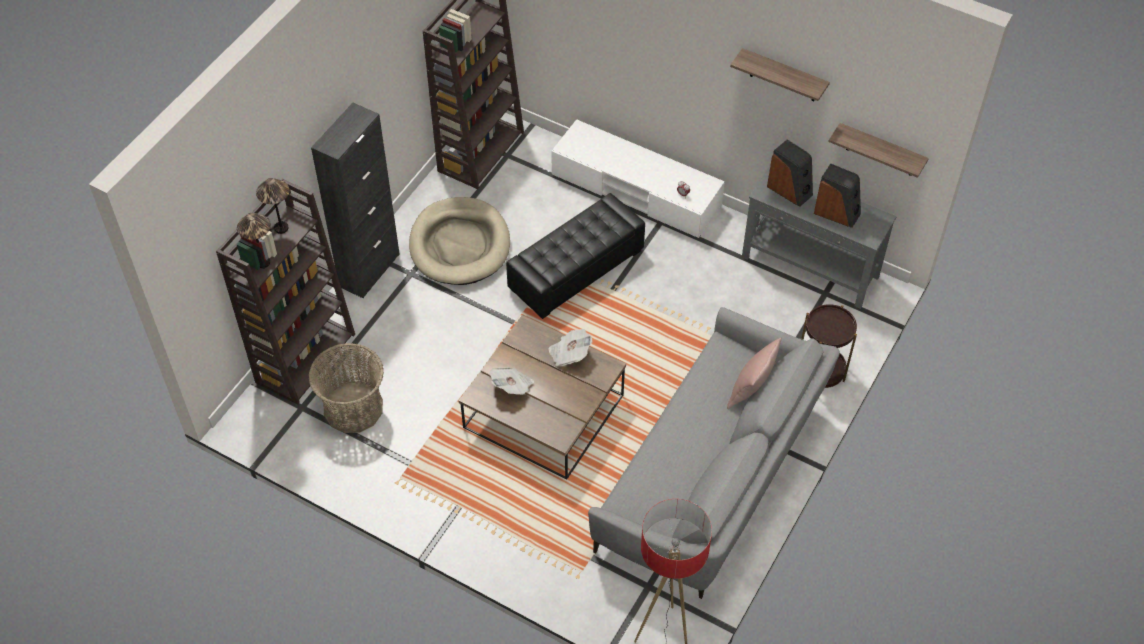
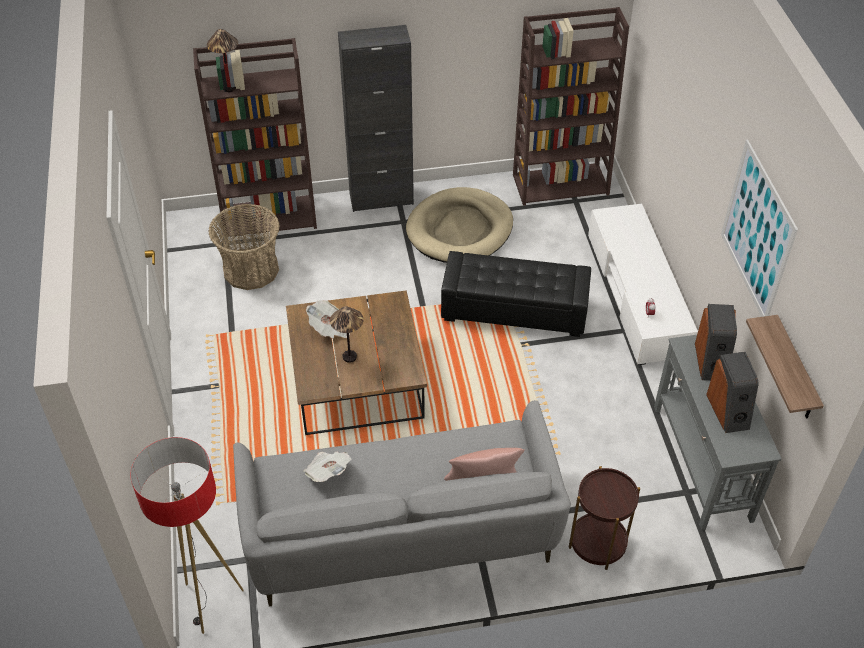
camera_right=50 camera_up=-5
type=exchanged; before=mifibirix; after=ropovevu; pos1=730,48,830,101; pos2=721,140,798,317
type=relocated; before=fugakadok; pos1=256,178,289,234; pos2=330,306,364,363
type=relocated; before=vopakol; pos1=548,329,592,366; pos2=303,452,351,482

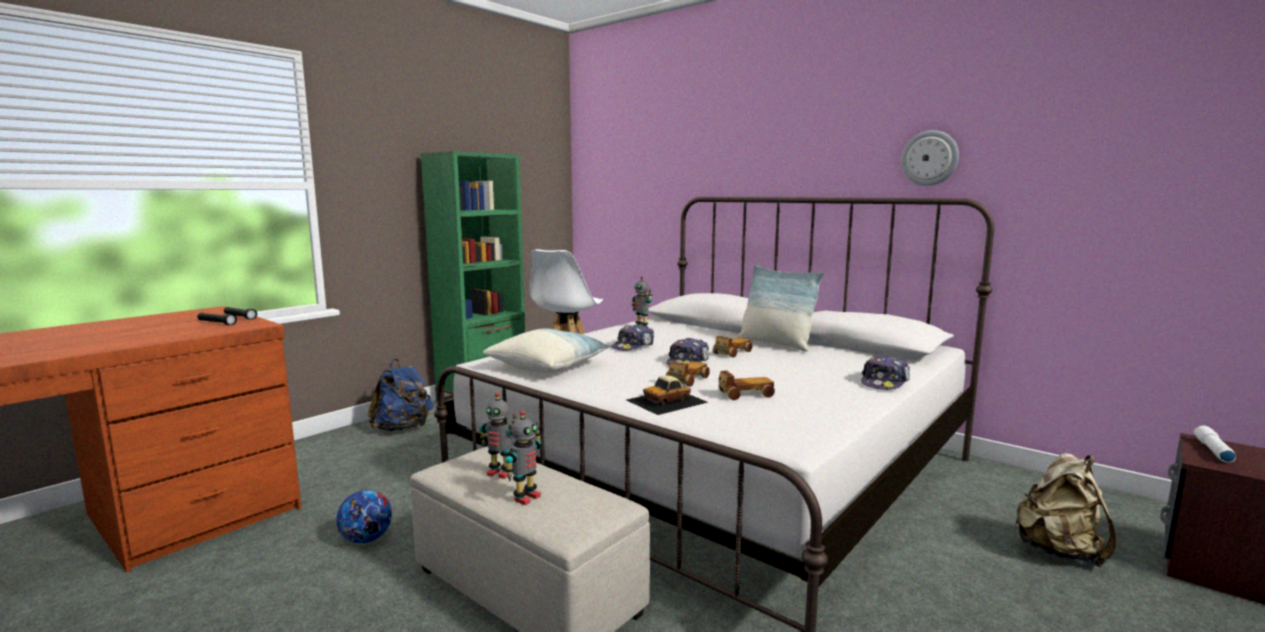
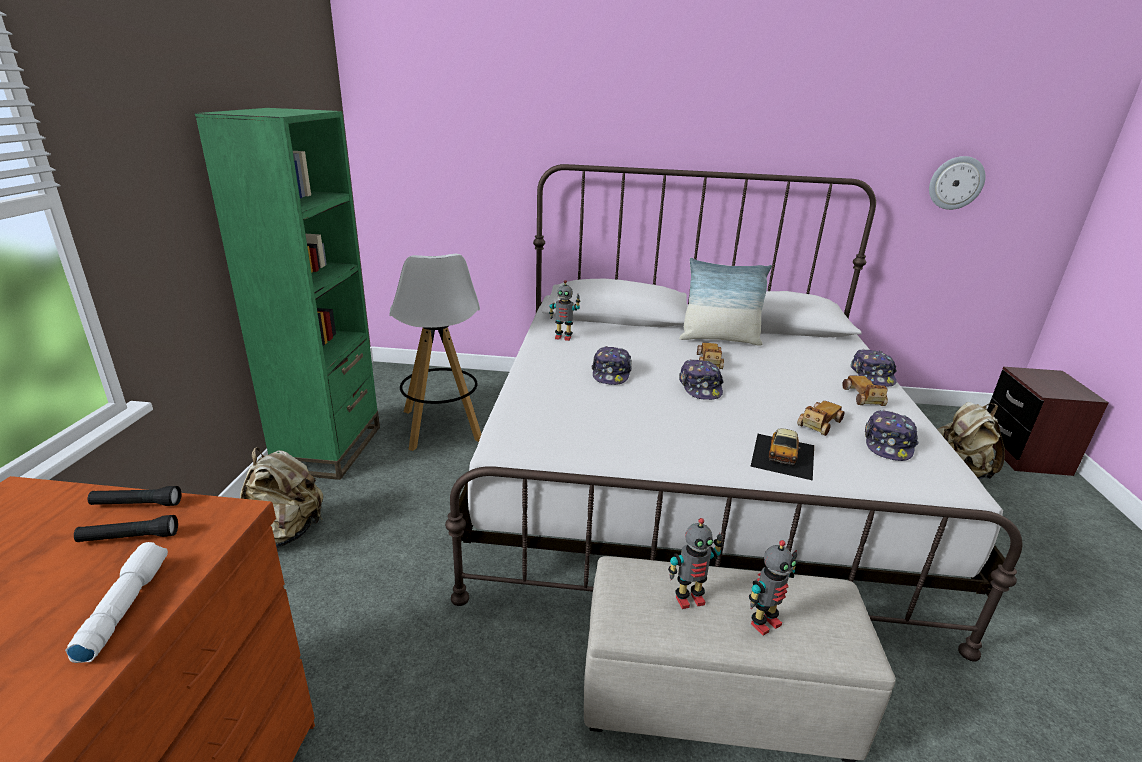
camera_right=-35 camera_up=15
type=relocated; before=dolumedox; pos1=901,130,959,186; pos2=929,156,986,210
type=missing; before=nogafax; pos1=483,328,611,373
type=colour; before=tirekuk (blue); after=tirekuk (beige); pos1=367,359,434,432; pos2=240,447,323,547
type=relocated; before=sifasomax; pos1=666,361,710,387; pos2=843,376,888,406
type=spun; before=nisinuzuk; pos1=505,410,541,505; pos2=749,540,798,635; turn=60
type=relocated; before=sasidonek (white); pos1=1194,425,1236,463; pos2=65,542,168,663
type=missing; before=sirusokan; pos1=336,490,392,543
type=appeared; after=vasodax; pos2=865,410,919,461

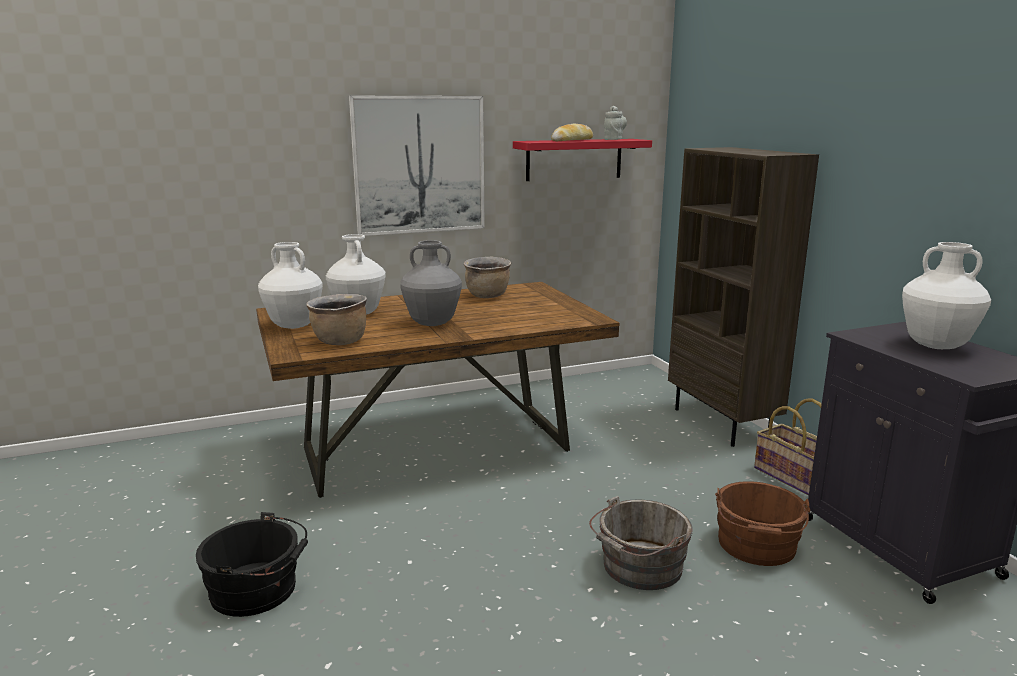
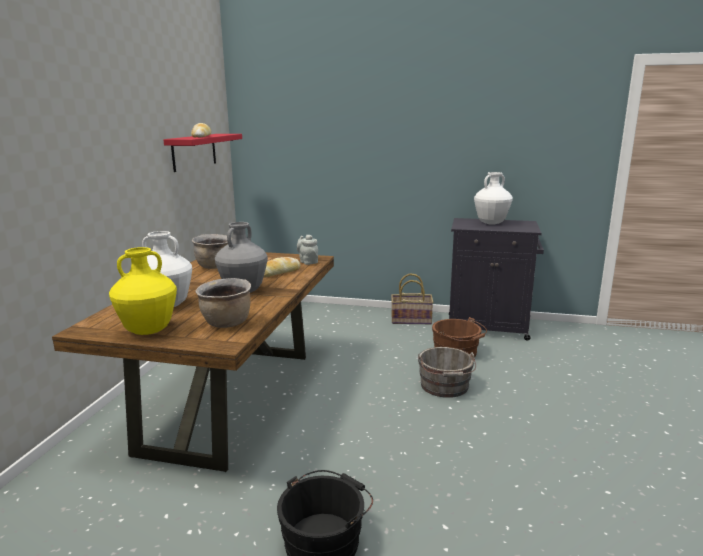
camera_right=-55 camera_up=0
type=missing; before=ropovevu; pos1=349,96,485,236
type=relocated; before=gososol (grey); pos1=604,106,627,140; pos2=297,235,318,265
type=missing; before=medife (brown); pos1=668,147,819,447
type=colour; before=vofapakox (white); after=vofapakox (yellow); pos1=258,242,323,329; pos2=109,247,177,335
type=appeared; after=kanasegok; pos2=263,257,301,278

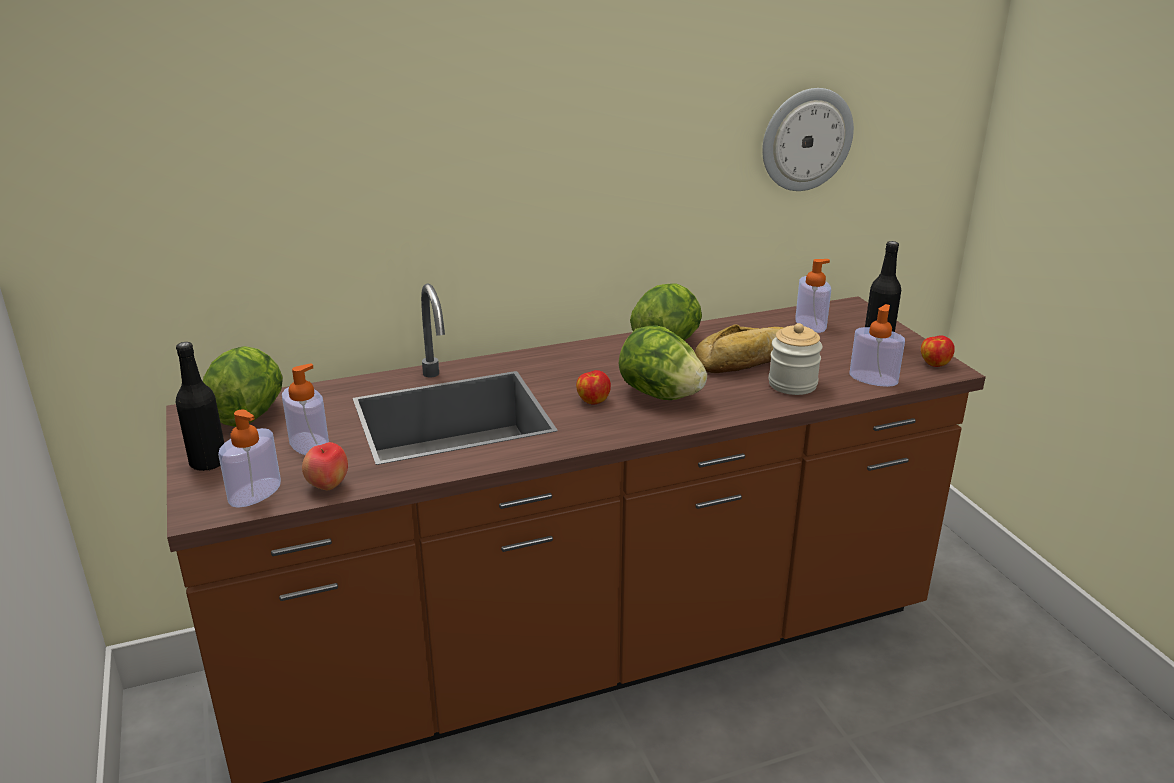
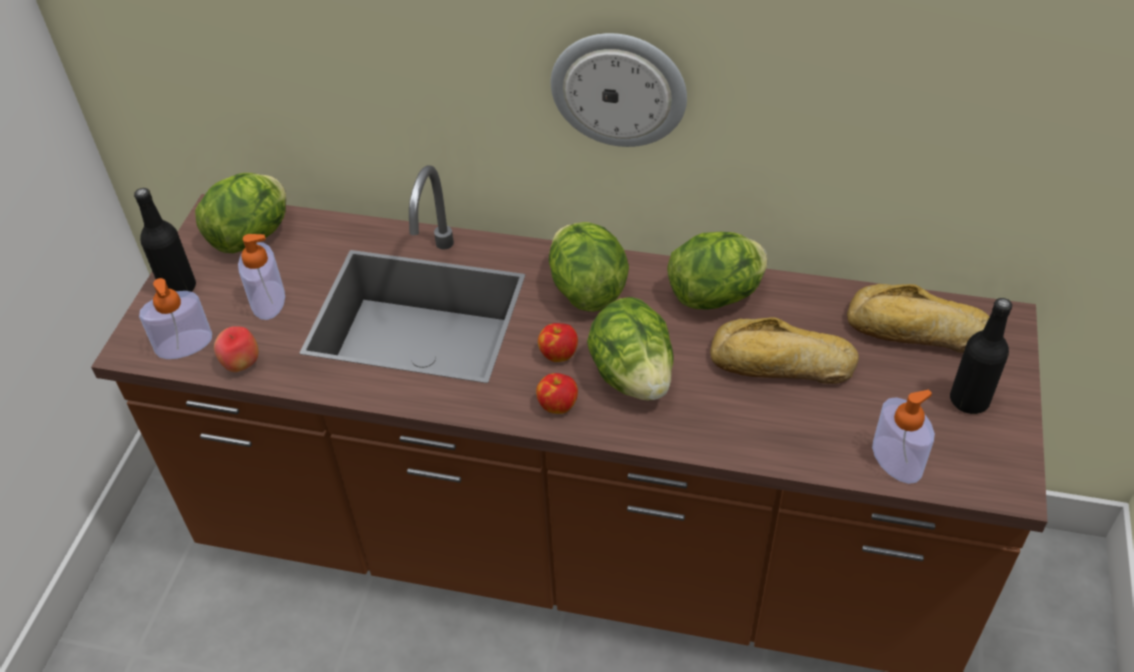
camera_right=35 camera_up=20
type=relocated; before=dolumedox; pos1=762,88,854,191; pos2=551,33,687,147
type=exchanged; before=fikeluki; after=kanasegok; pos1=795,259,831,333; pos2=847,284,990,353
type=missing; before=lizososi; pos1=768,323,822,395
type=relocated; before=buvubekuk; pos1=921,336,955,367; pos2=536,373,578,414
type=appeared; after=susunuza; pos2=549,222,629,312

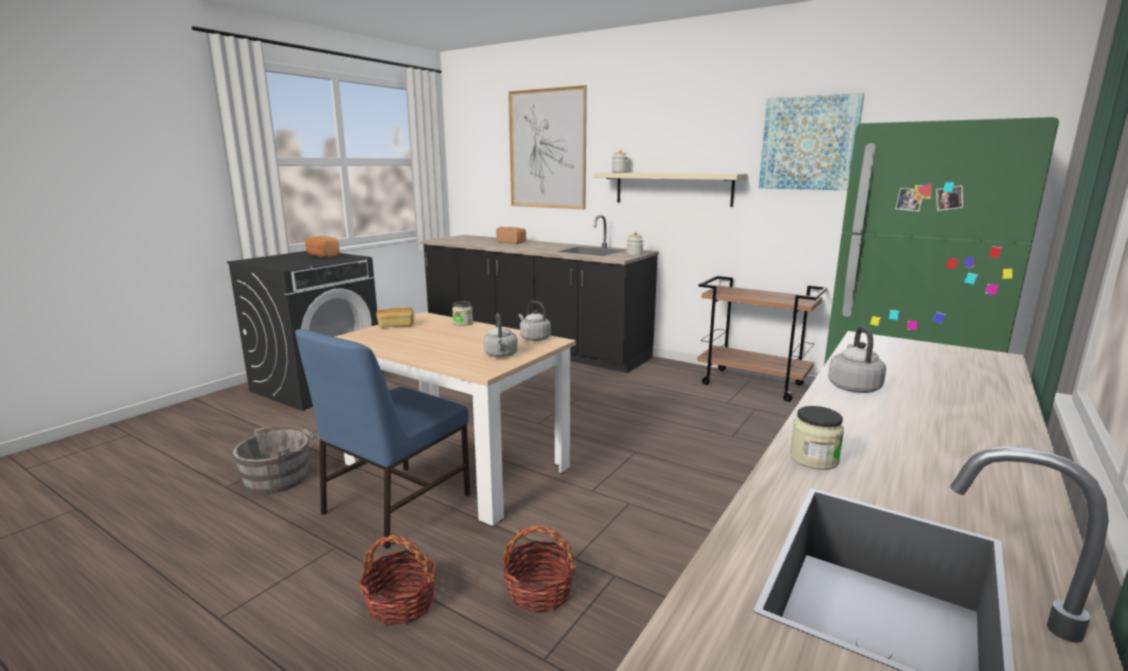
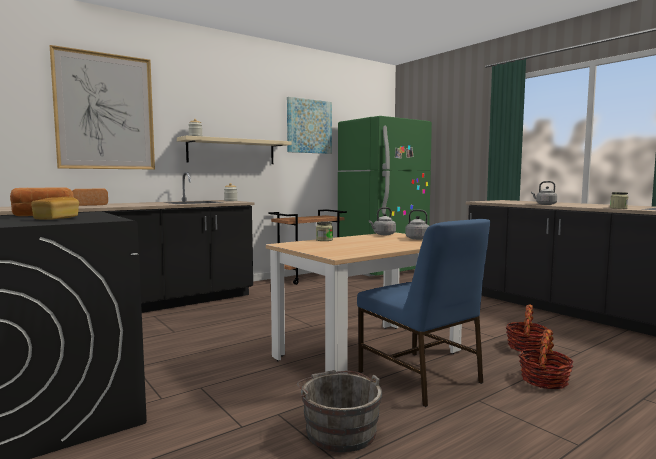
camera_right=-70 camera_up=-10
type=relocated; before=kanasegok; pos1=376,307,414,328; pos2=31,197,79,220

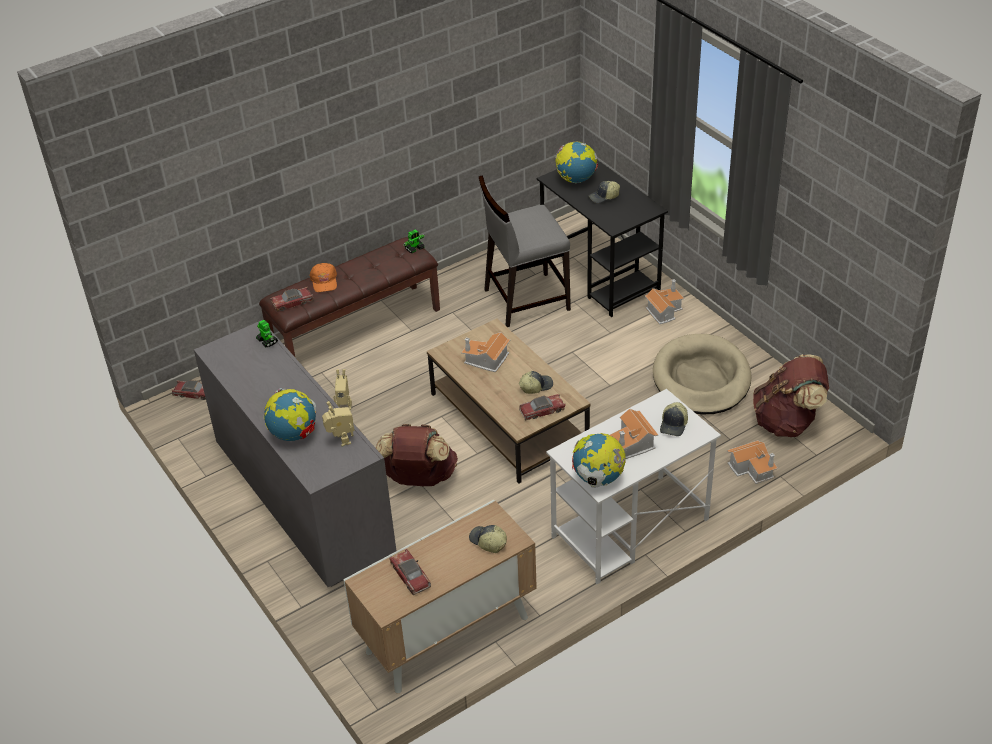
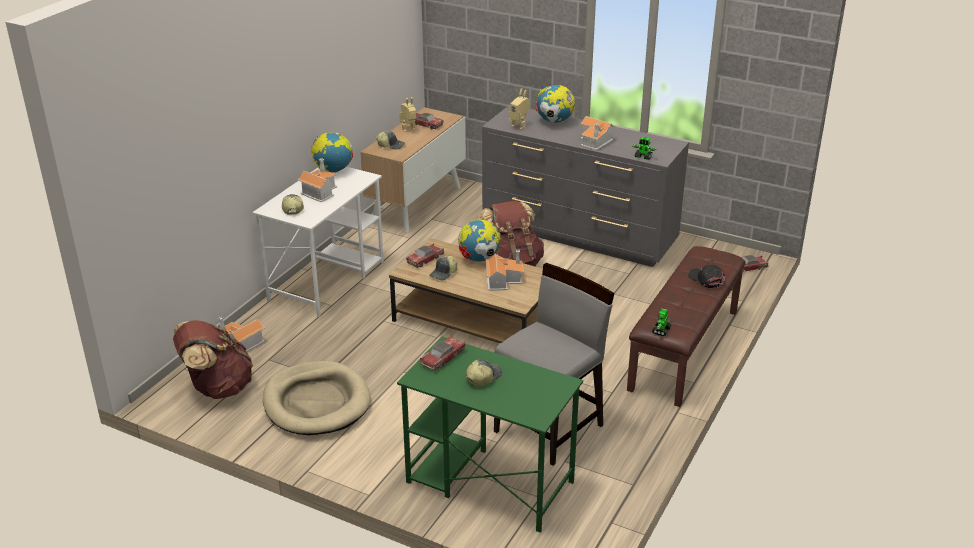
camera_right=150 camera_up=-10
type=relocated; before=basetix; pos1=555,142,598,183; pos2=458,220,501,262
type=colour; before=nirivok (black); after=nirivok (green); pos1=537,160,668,317; pos2=397,336,583,533
type=colour; before=vasodax (orange); after=vasodax (black); pos1=309,263,337,292; pos2=688,265,725,288
type=relocated; before=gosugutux; pos1=645,279,684,324; pos2=581,116,616,150
type=relocated; before=sifasomax; pos1=270,287,314,311; pos2=420,336,465,371
type=relocated; before=nisinuzuk; pos1=333,369,352,410; pos2=400,97,416,132

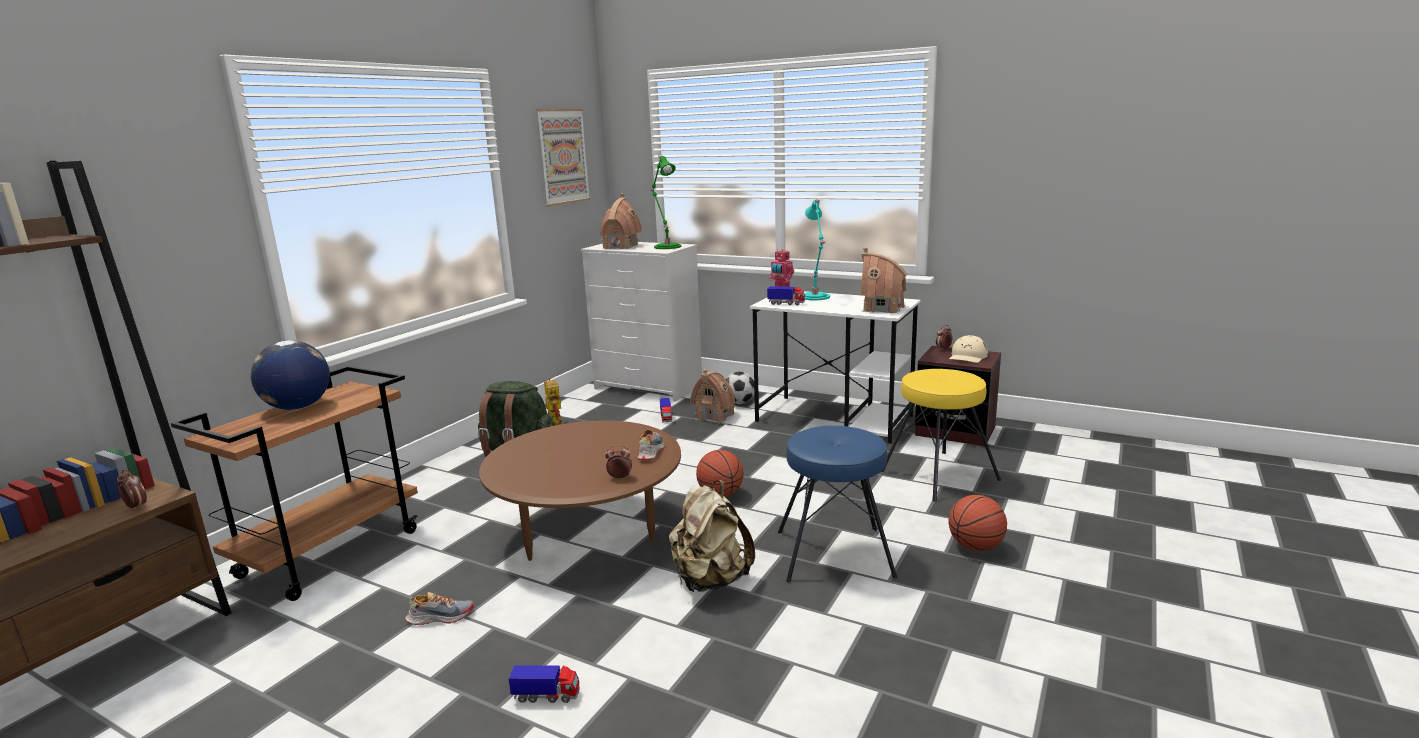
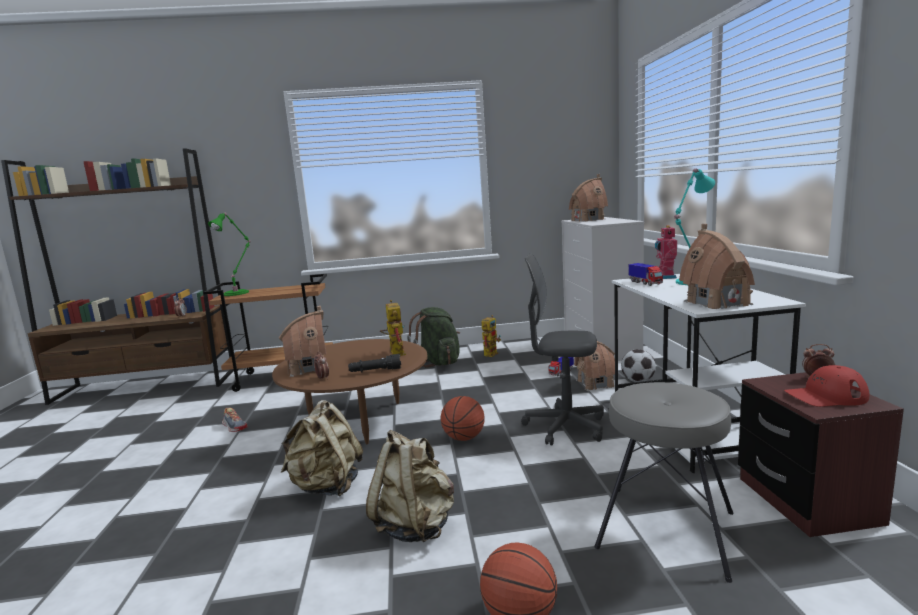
camera_right=55 camera_up=-5
type=missing; before=ropovevu; pos1=536,109,591,206
type=relocated; before=fugakadok (green); pos1=650,155,681,249; pos2=208,213,251,296
type=colour; before=vasodax (beige); after=vasodax (red); pos1=949,335,988,363; pos2=784,365,869,407
type=missing; before=basetix; pos1=251,340,330,410
type=colour; before=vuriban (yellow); after=vuriban (grey); pos1=881,369,1001,502; pos2=594,382,733,583
type=exchanged; before=vuriban (blue); after=tirekuk (beige); pos1=778,425,897,582; pos2=366,430,454,543
type=exchanged; before=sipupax; after=sasidonek (black); pos1=638,430,664,460; pos2=348,354,401,372
type=missing; before=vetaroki; pos1=508,665,580,703
type=appeared; after=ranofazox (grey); pos2=521,253,604,446
type=appeared; after=nisinuzuk; pos2=380,300,406,356
type=appeared; after=gosugutux; pos2=279,306,326,377

